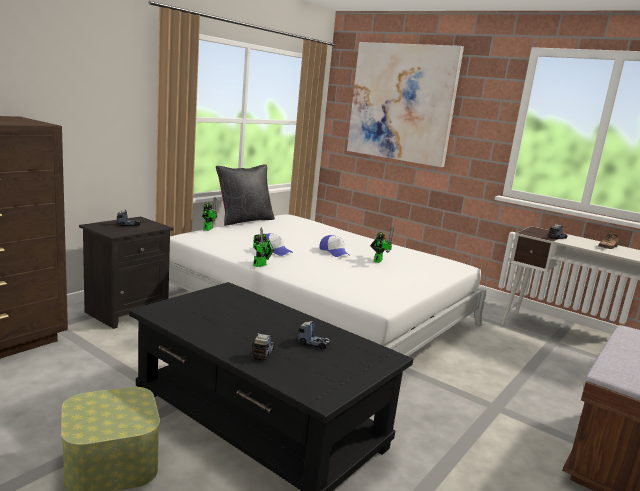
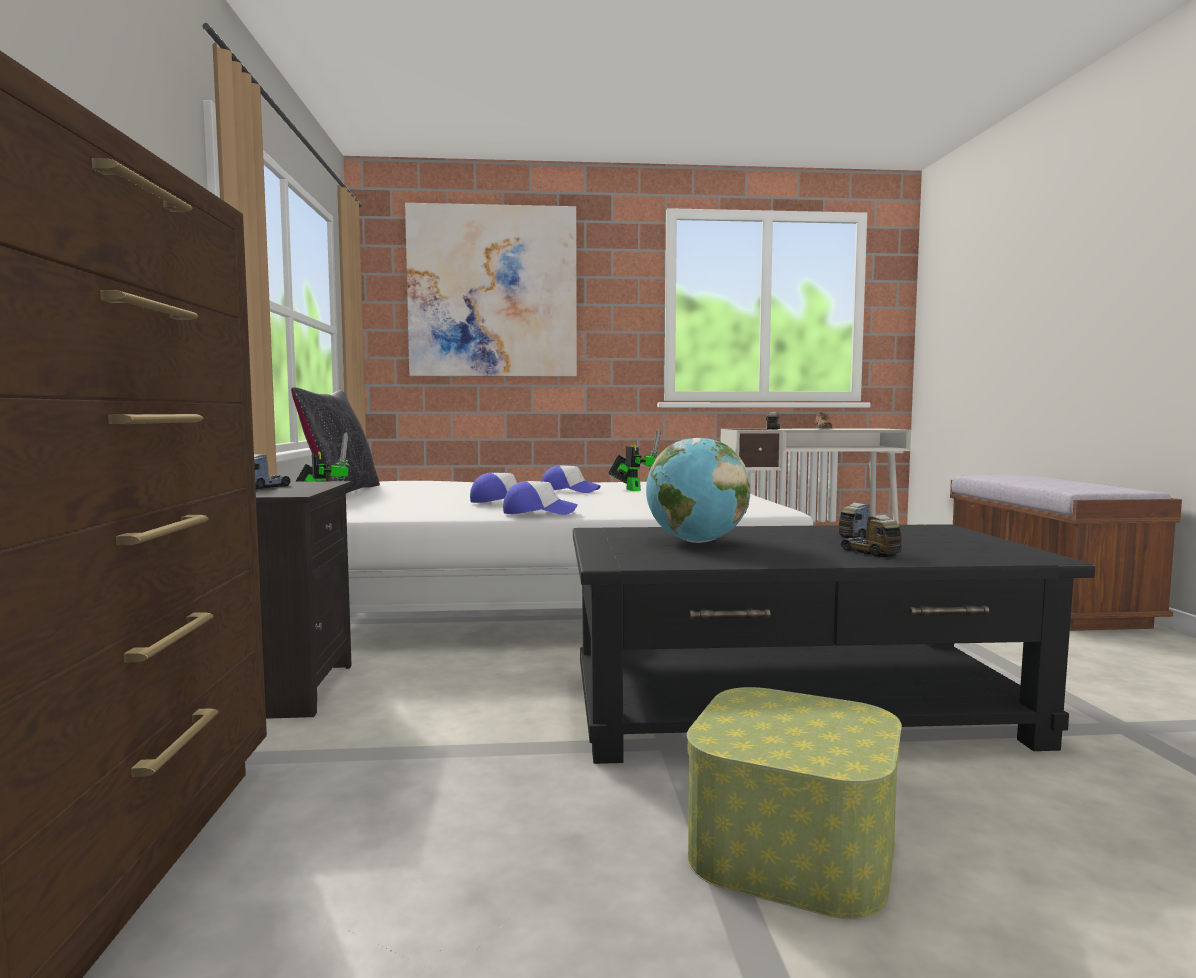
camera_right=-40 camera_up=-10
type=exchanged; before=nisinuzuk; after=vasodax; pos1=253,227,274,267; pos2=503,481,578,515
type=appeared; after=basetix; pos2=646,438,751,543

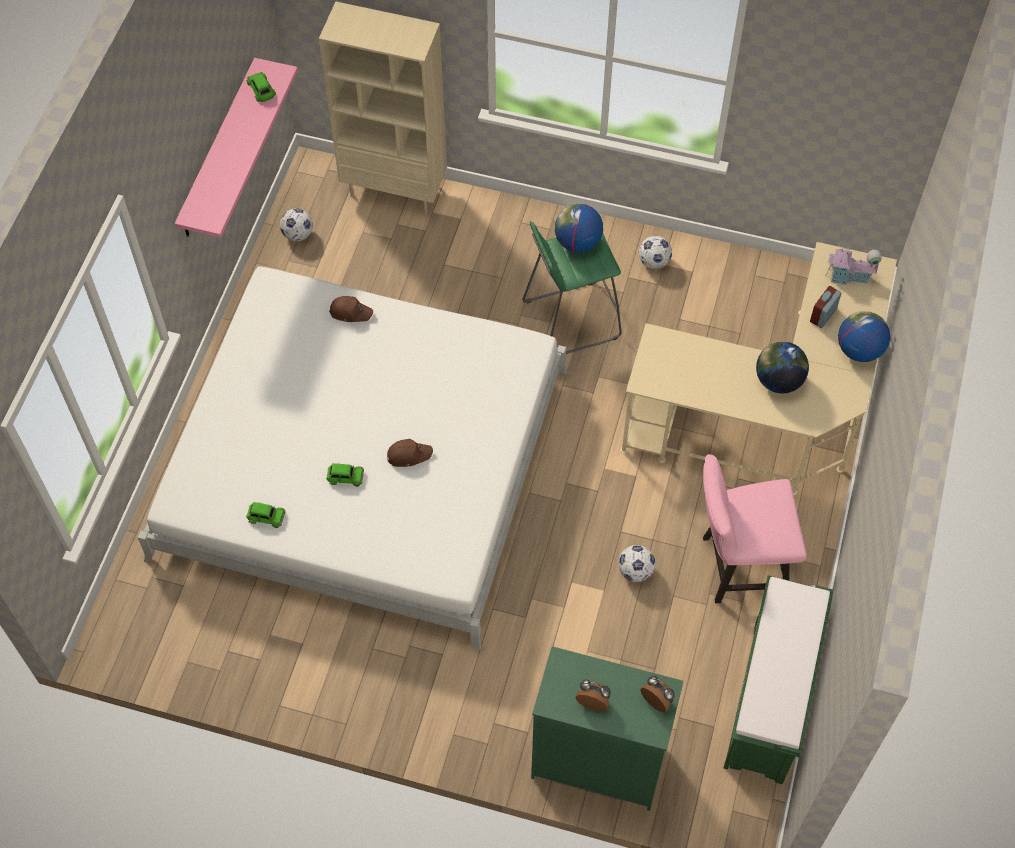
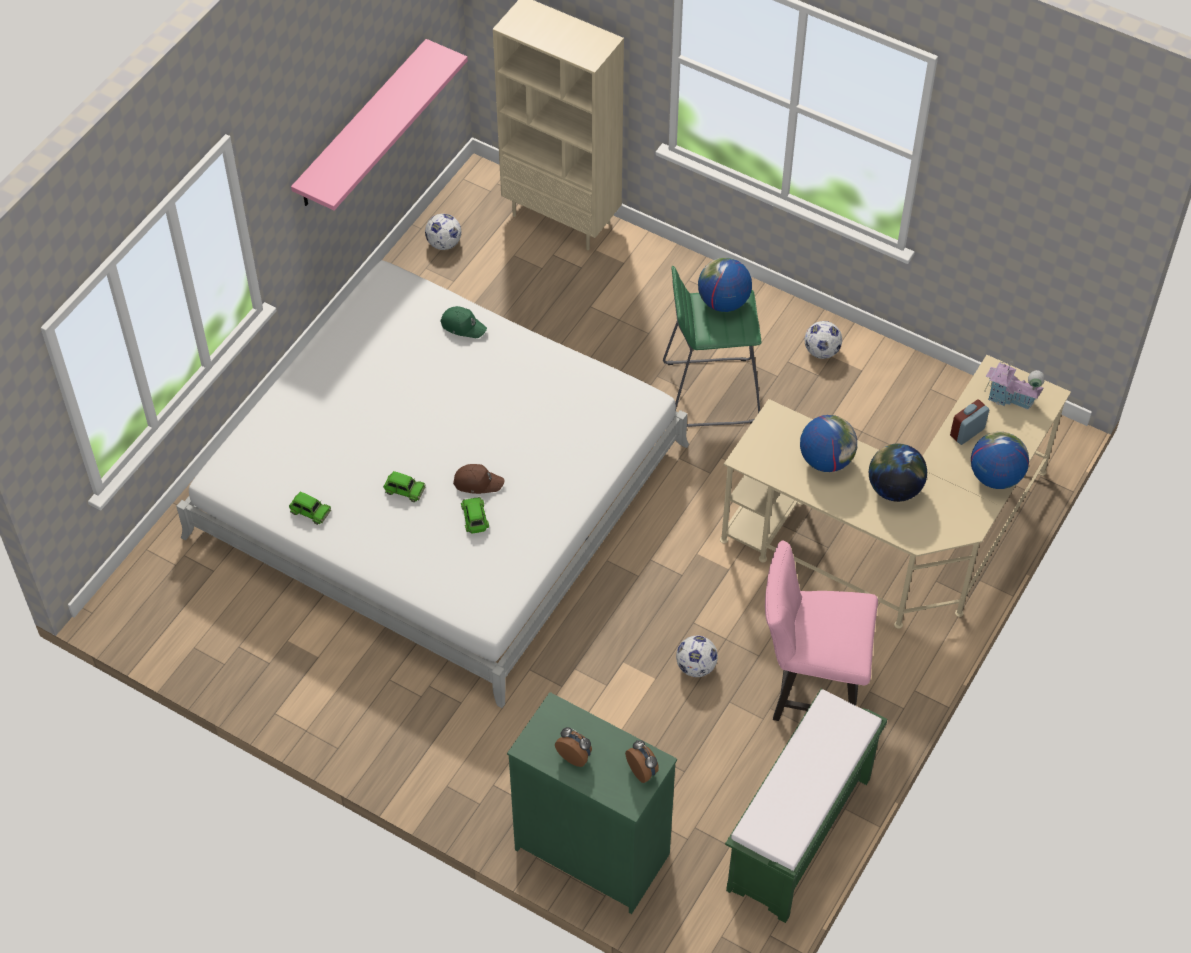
camera_right=15 camera_up=-5
type=relocated; before=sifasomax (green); pos1=246,72,276,102; pos2=461,497,489,533
type=colour; before=vasodax (brown); after=vasodax (green); pos1=329,296,373,322; pos2=440,306,487,338
type=appeared; after=basetix; pos2=800,415,857,472

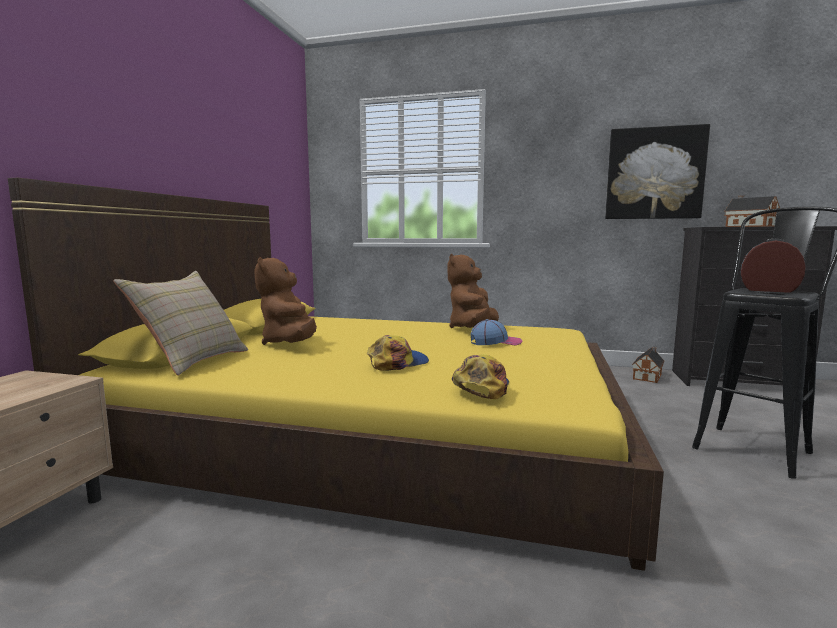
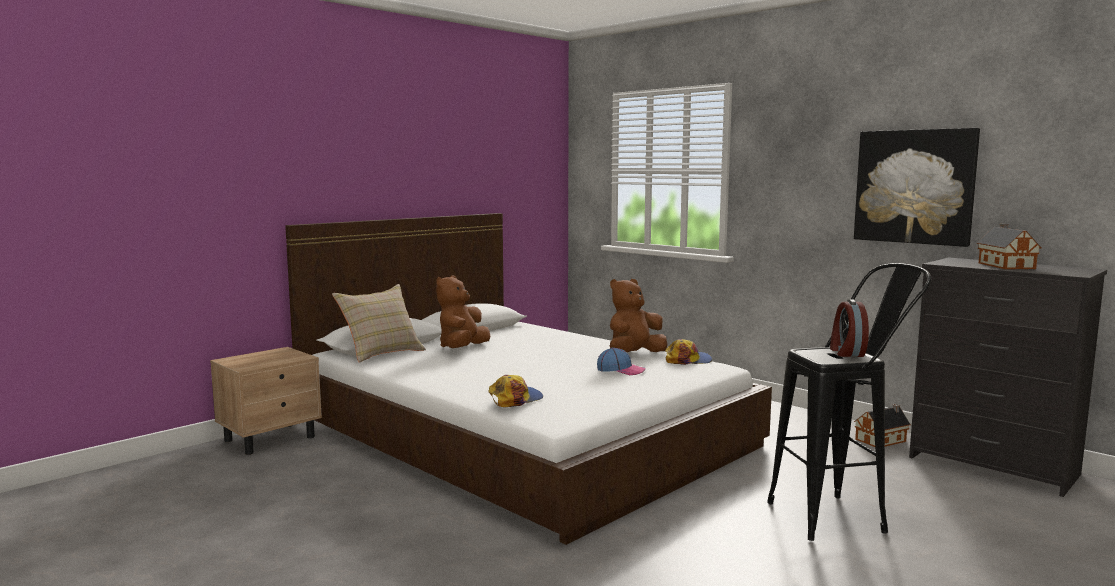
camera_right=30 camera_up=0
type=colour; before=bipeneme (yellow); after=bipeneme (white); pos1=8,178,664,571; pos2=285,213,772,545
type=spun; before=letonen; pos1=740,239,806,293; pos2=830,299,869,357; turn=-150
type=relocated; before=vasodax; pos1=367,335,429,370; pos2=665,339,712,365

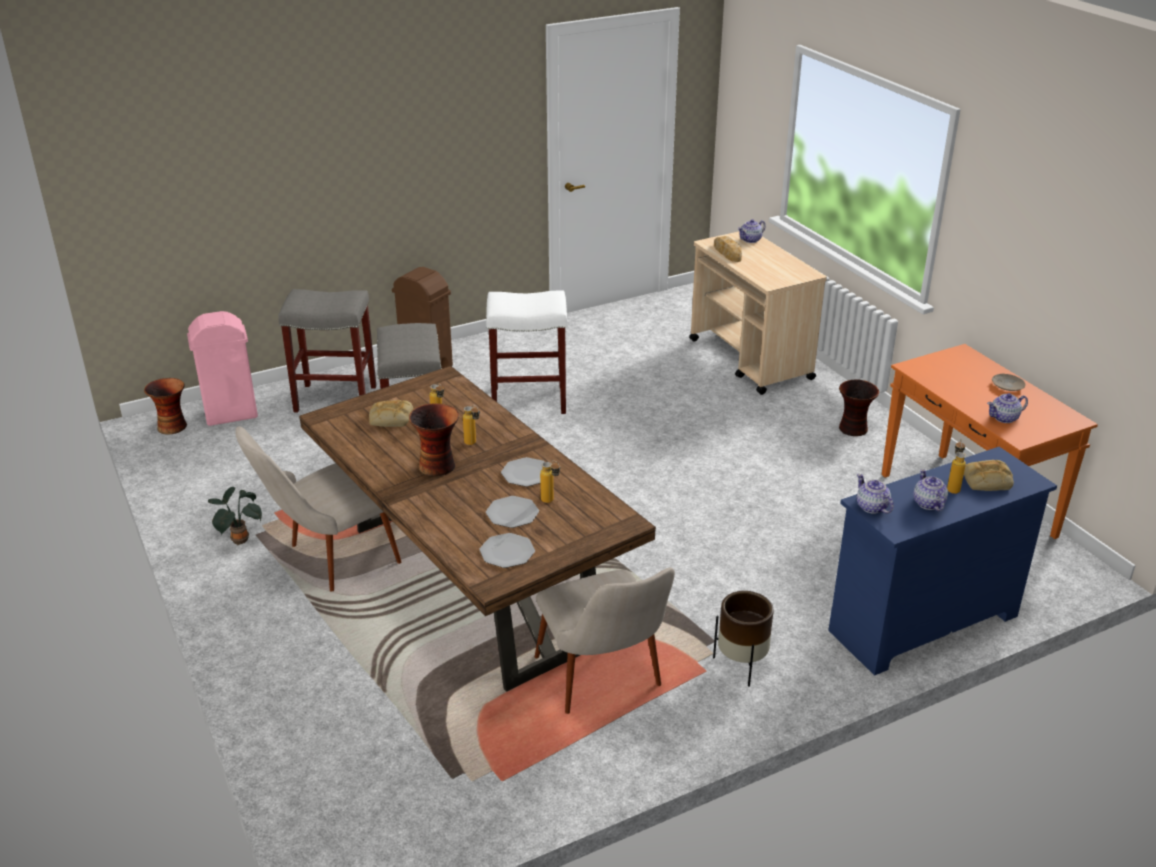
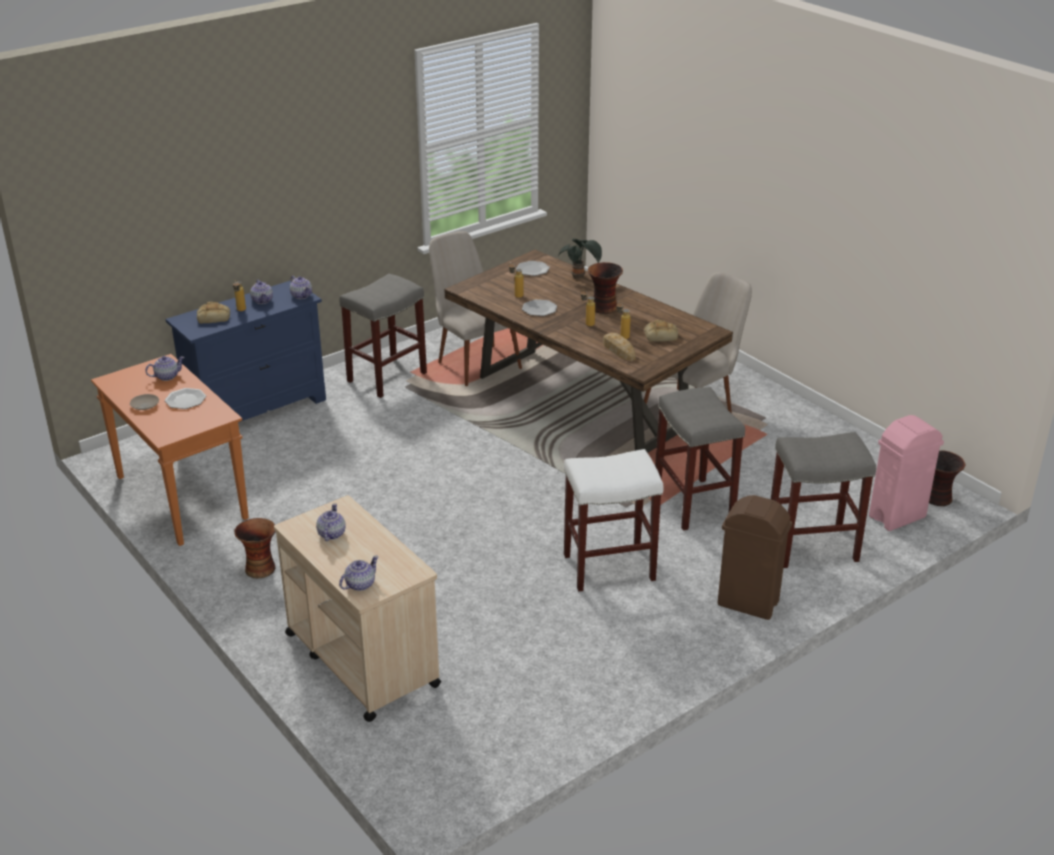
camera_right=170 camera_up=0
type=relocated; before=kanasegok; pos1=714,236,742,262; pos2=603,333,636,361
type=relocated; before=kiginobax; pos1=208,487,262,545; pos2=558,239,602,279
type=relocated; before=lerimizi; pos1=486,496,539,528; pos2=165,388,206,409
type=exchanged; before=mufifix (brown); after=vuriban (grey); pos1=713,591,774,687; pos2=339,274,427,398
type=appeared; after=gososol; pos2=316,503,346,541

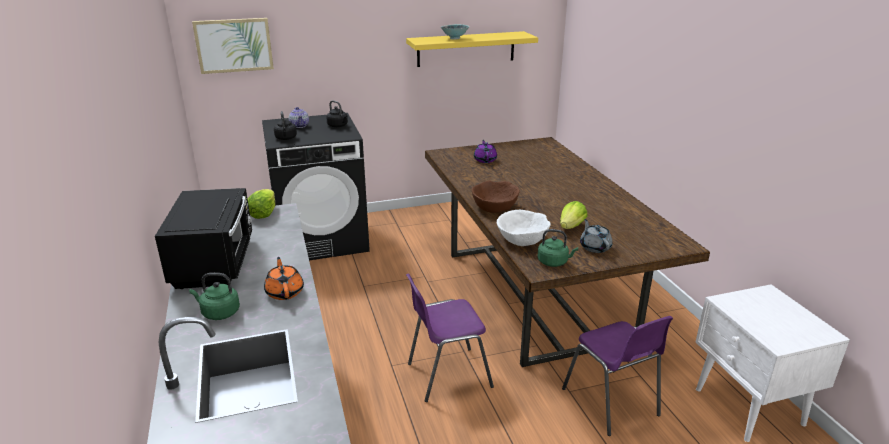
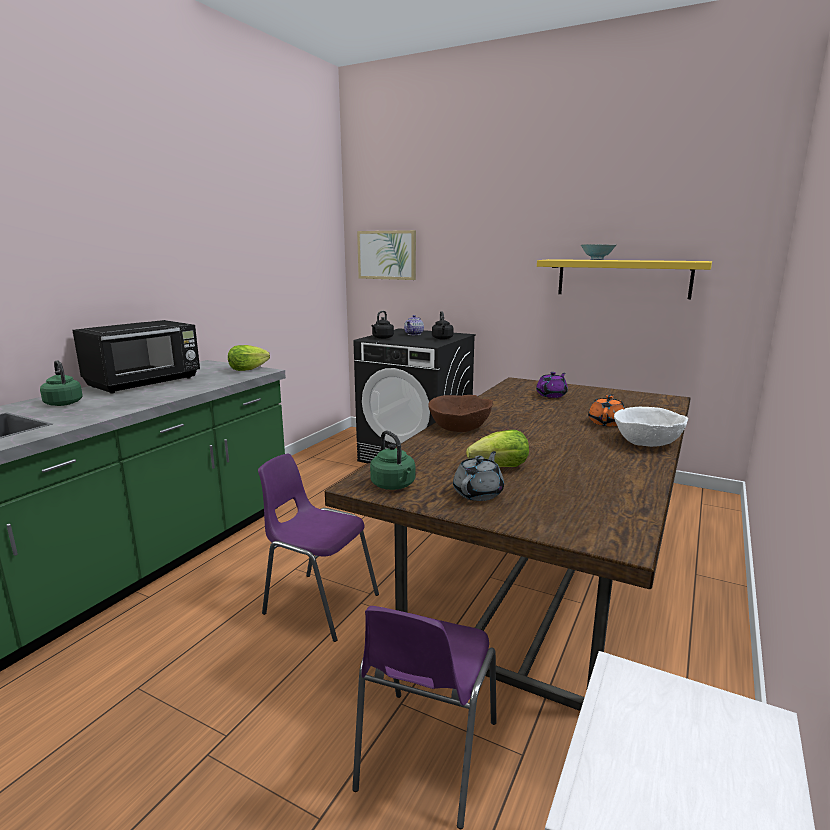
camera_right=45 camera_up=-10
type=relocated; before=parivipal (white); pos1=497,210,551,246; pos2=614,407,688,447
type=relocated; before=gososol (orange); pos1=264,257,304,300; pos2=588,394,625,426

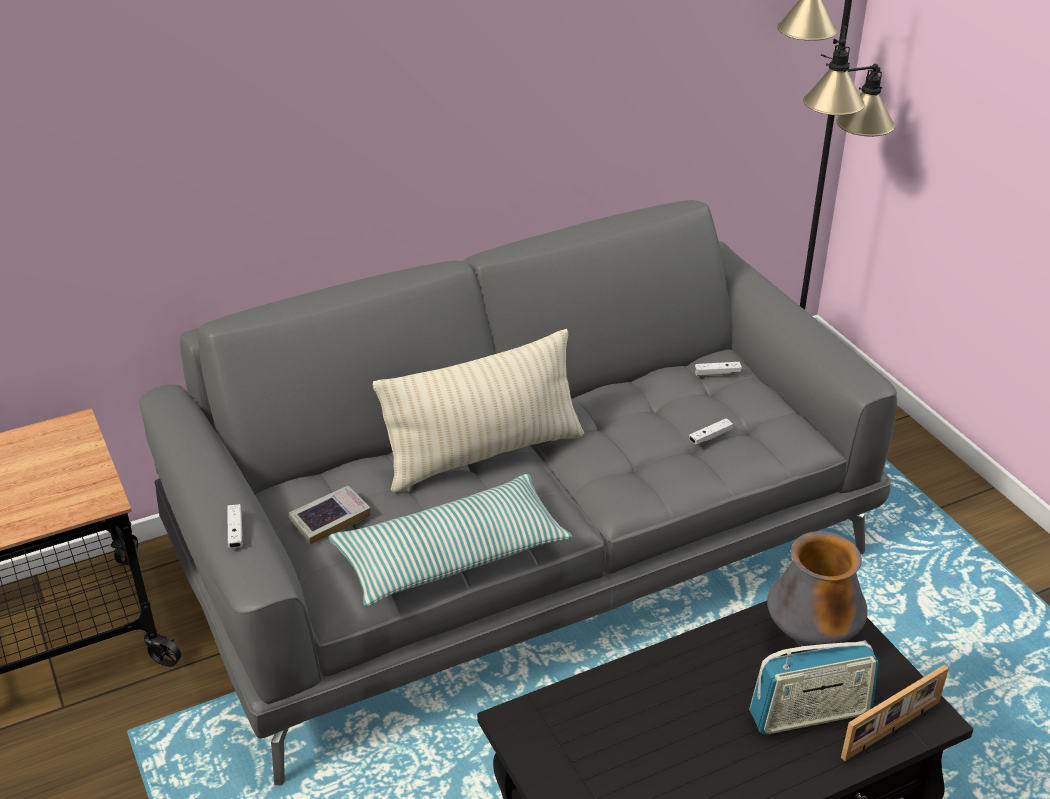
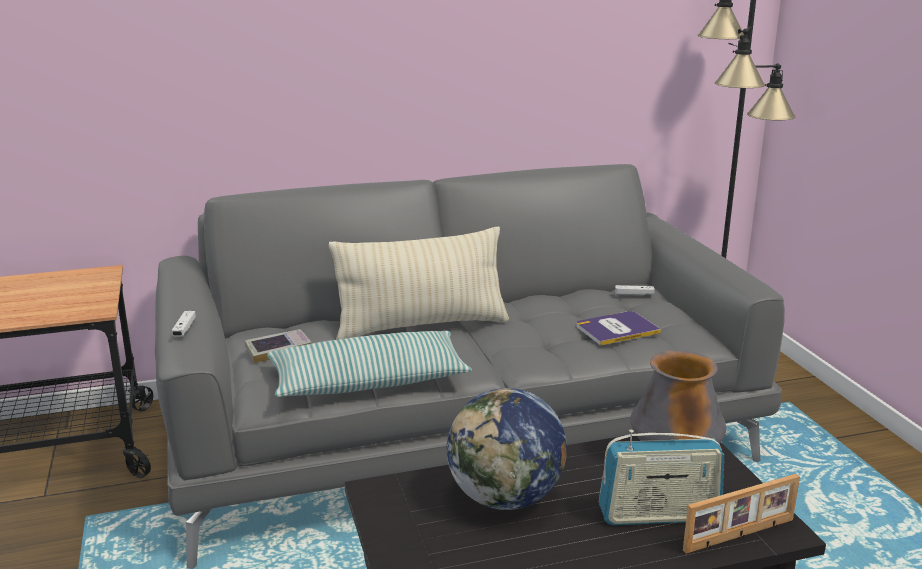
camera_right=10 camera_up=-15
type=exchanged; before=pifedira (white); after=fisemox; pos1=689,418,733,445; pos2=576,311,661,345
type=appeared; after=basetix; pos2=447,388,567,510

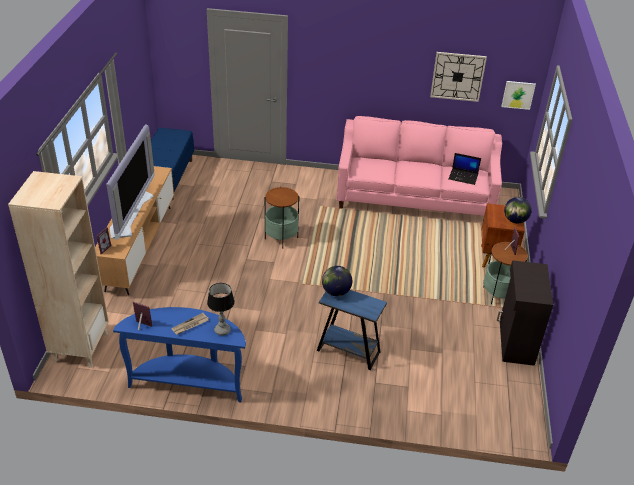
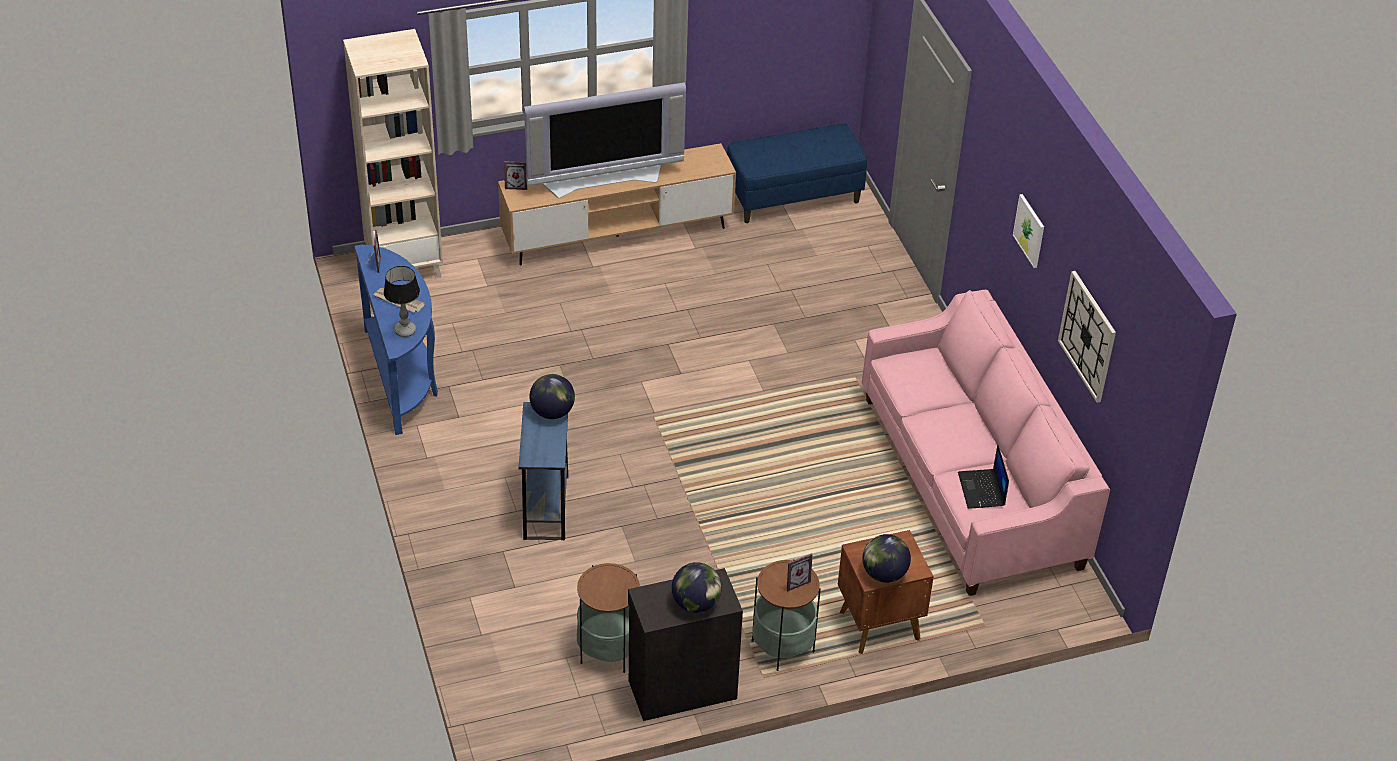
camera_right=65 camera_up=5
type=relocated; before=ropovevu; pos1=501,81,536,110; pos2=1013,194,1044,268
type=relocated; before=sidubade; pos1=265,187,299,249; pos2=577,563,640,673
type=appeared; after=basetix; pos2=672,562,722,613

